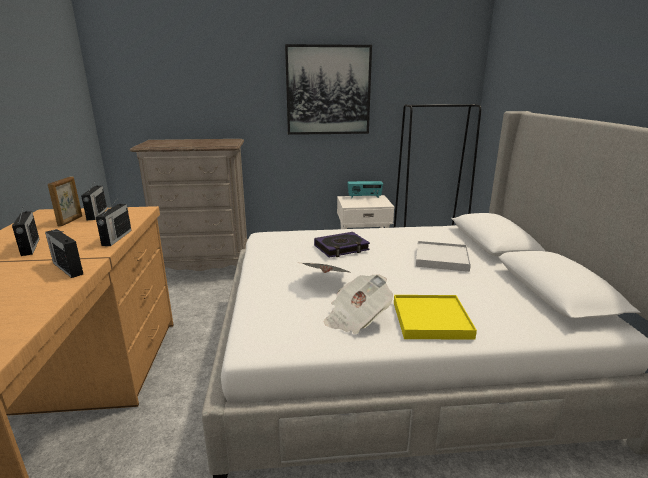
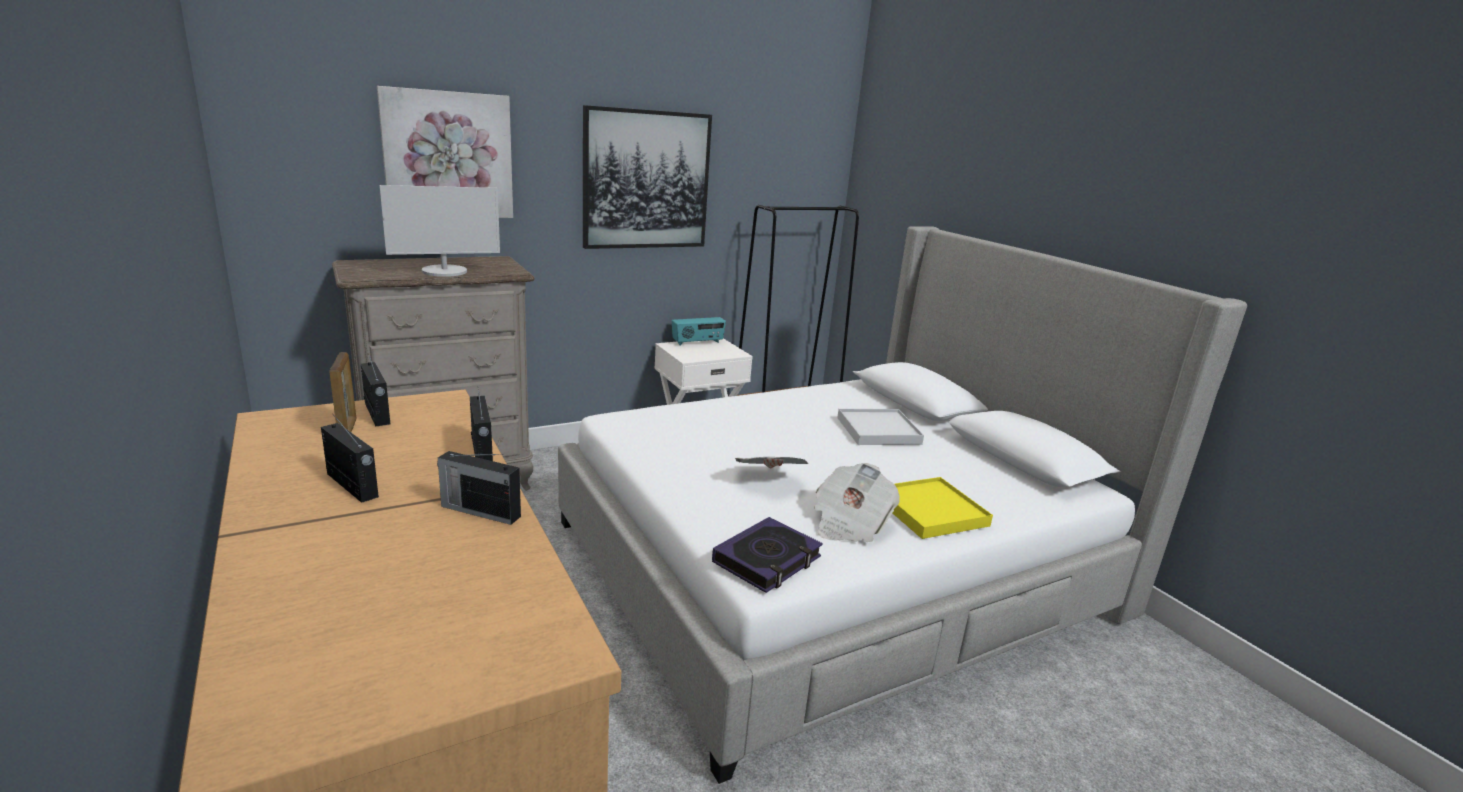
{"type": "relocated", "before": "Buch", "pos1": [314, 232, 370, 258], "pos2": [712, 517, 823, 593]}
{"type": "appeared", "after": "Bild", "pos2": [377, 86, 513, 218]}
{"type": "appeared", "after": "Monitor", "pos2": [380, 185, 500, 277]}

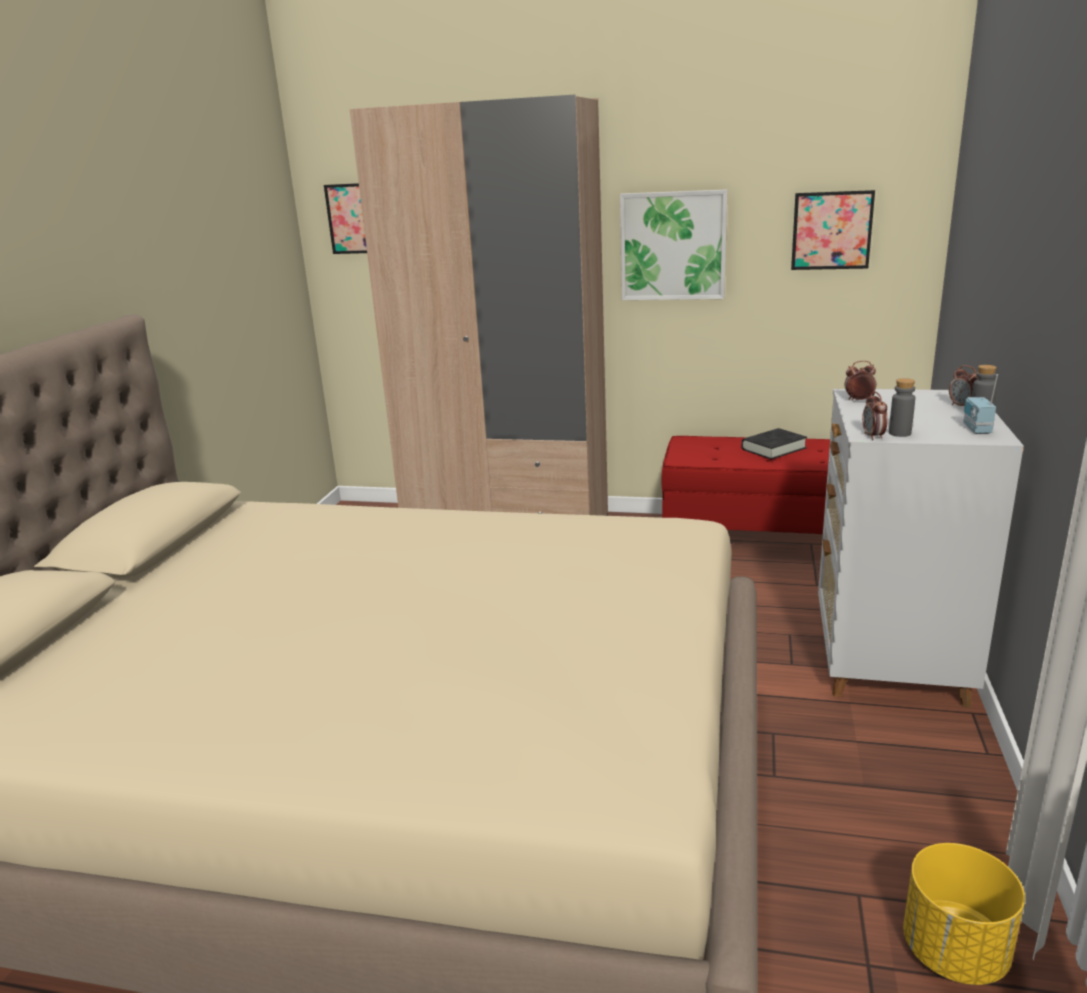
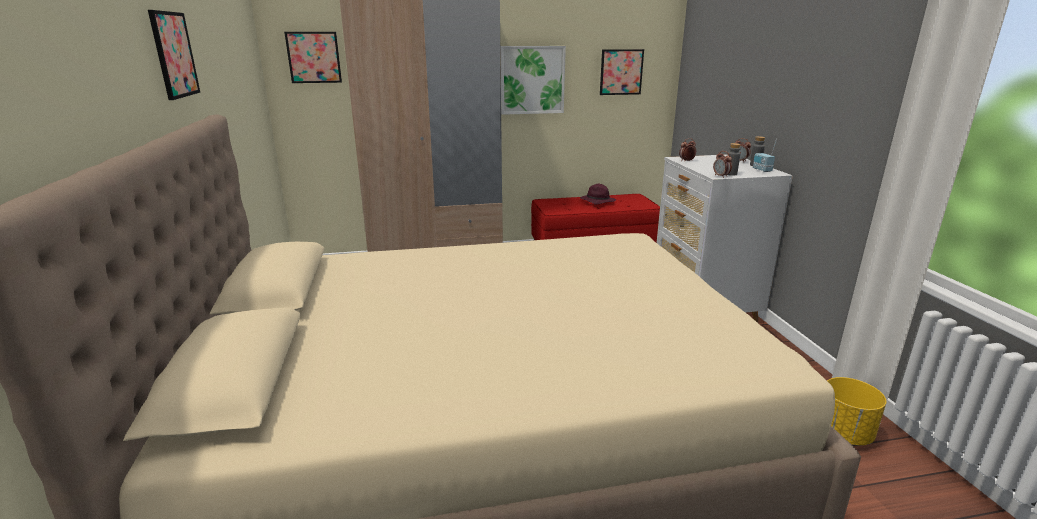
{"type": "exchanged", "before": "Buch/schwarz", "after": "Hut/lila", "pos1": [741, 428, 807, 460], "pos2": [580, 184, 616, 205]}
{"type": "appeared", "after": "Bild", "pos2": [148, 10, 200, 100]}

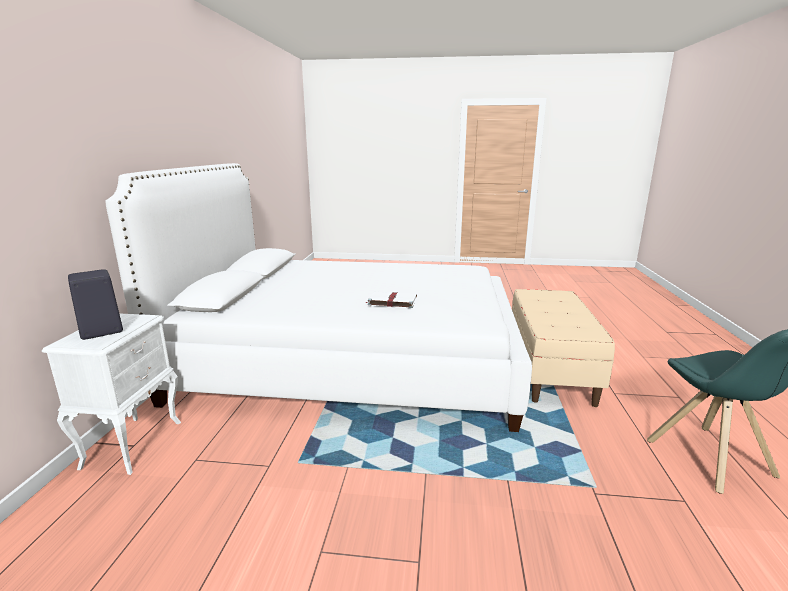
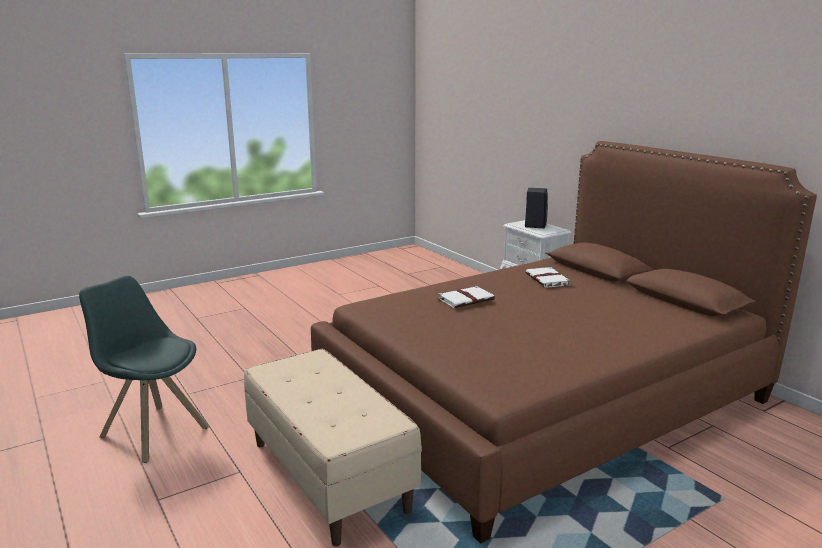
{"type": "colour", "before": "Bett/weiß", "after": "Bett/braun", "pos1": [105, 163, 532, 432], "pos2": [311, 141, 817, 544]}
{"type": "appeared", "after": "Buch/weiß", "pos2": [525, 267, 571, 288]}

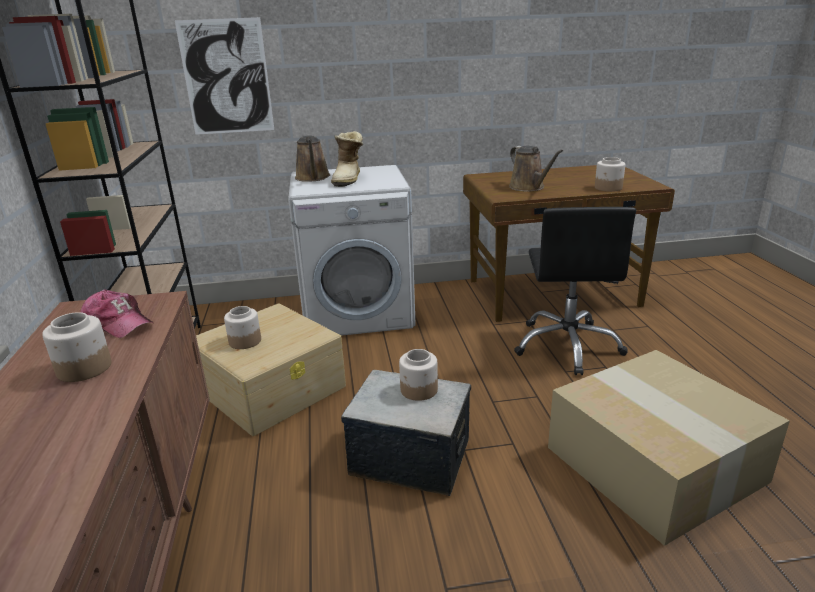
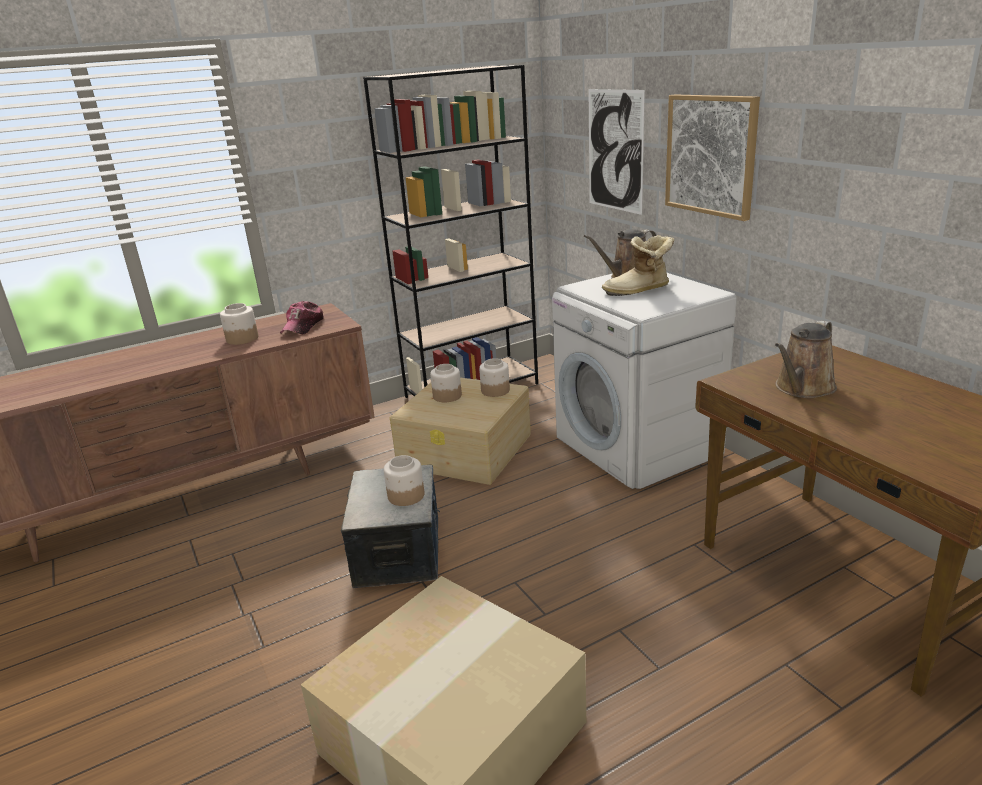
{"type": "relocated", "before": "Vorratsglas", "pos1": [595, 157, 625, 192], "pos2": [479, 358, 510, 397]}
{"type": "missing", "before": "Bürostuhl/schwarz", "pos1": [514, 207, 636, 375]}
{"type": "appeared", "after": "Bild", "pos2": [665, 94, 760, 221]}

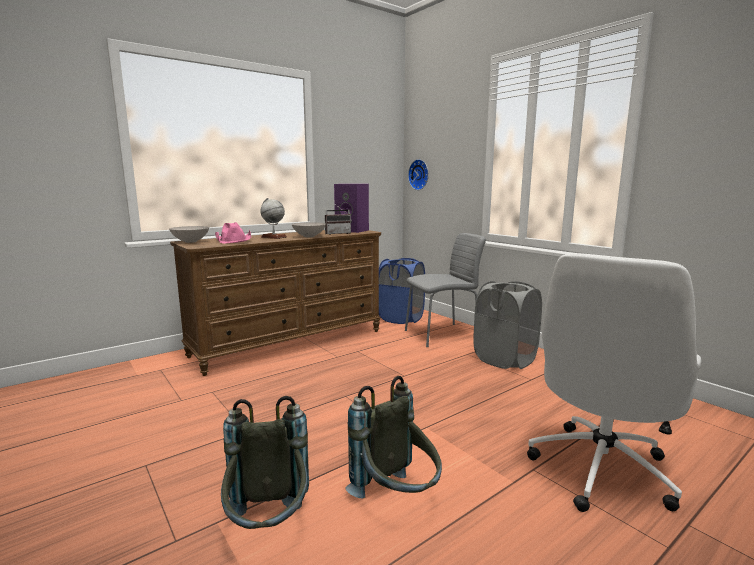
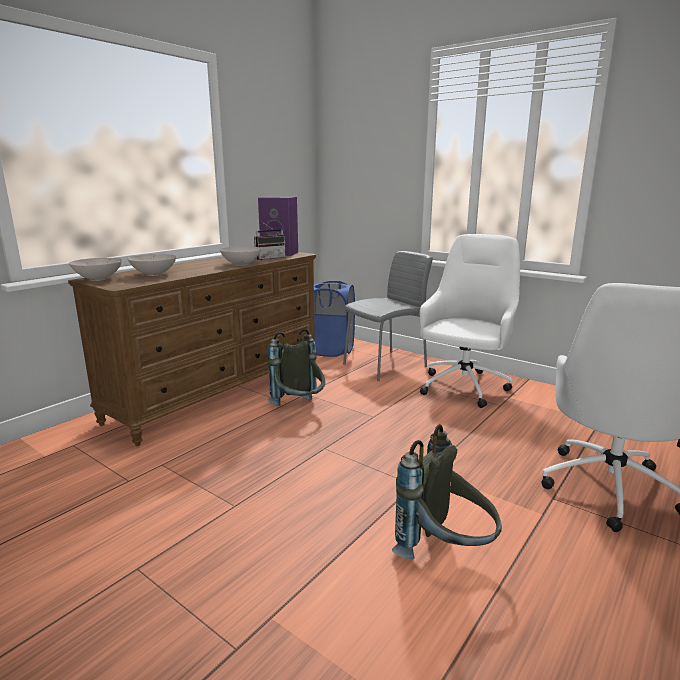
{"type": "missing", "before": "Wanduhr", "pos1": [408, 159, 429, 190]}
{"type": "missing", "before": "Globus", "pos1": [260, 198, 287, 239]}
{"type": "exchanged", "before": "Hut/rosa", "after": "Schüssel/weiß", "pos1": [215, 222, 251, 244], "pos2": [128, 254, 176, 276]}
{"type": "exchanged", "before": "Wäschekorb/grau", "after": "Bürostuhl/weiß", "pos1": [473, 281, 542, 369], "pos2": [420, 234, 520, 408]}
{"type": "relocated", "before": "Rucksack/grau", "pos1": [221, 396, 309, 529], "pos2": [268, 329, 325, 406]}

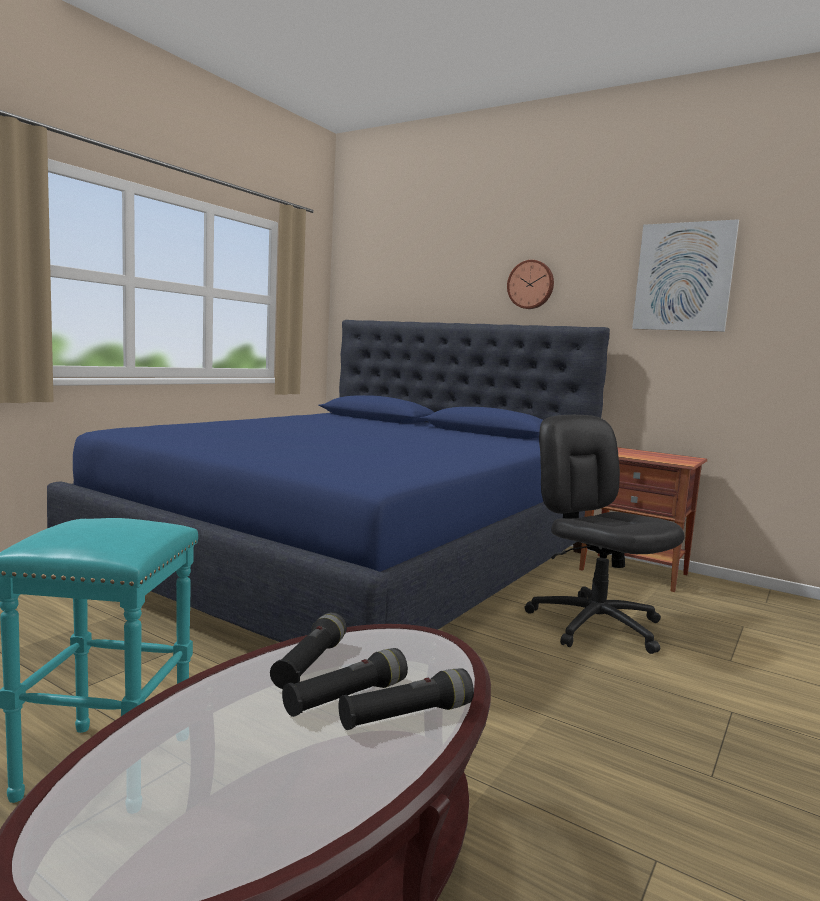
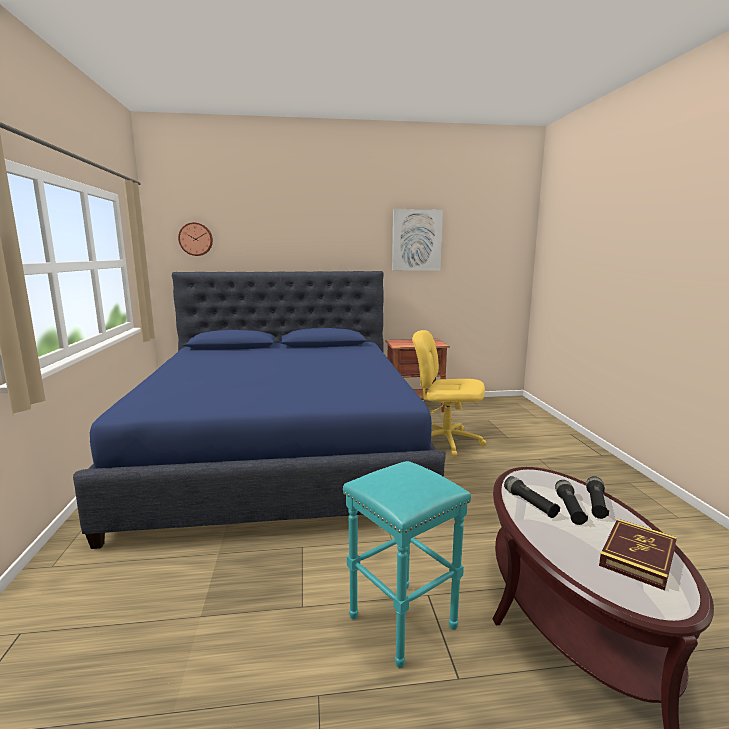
{"type": "relocated", "before": "Wanduhr", "pos1": [507, 260, 554, 309], "pos2": [178, 222, 213, 256]}
{"type": "colour", "before": "Bürostuhl/schwarz", "after": "Bürostuhl/gelb", "pos1": [524, 415, 685, 654], "pos2": [412, 330, 486, 457]}
{"type": "appeared", "after": "Buch", "pos2": [599, 519, 677, 590]}

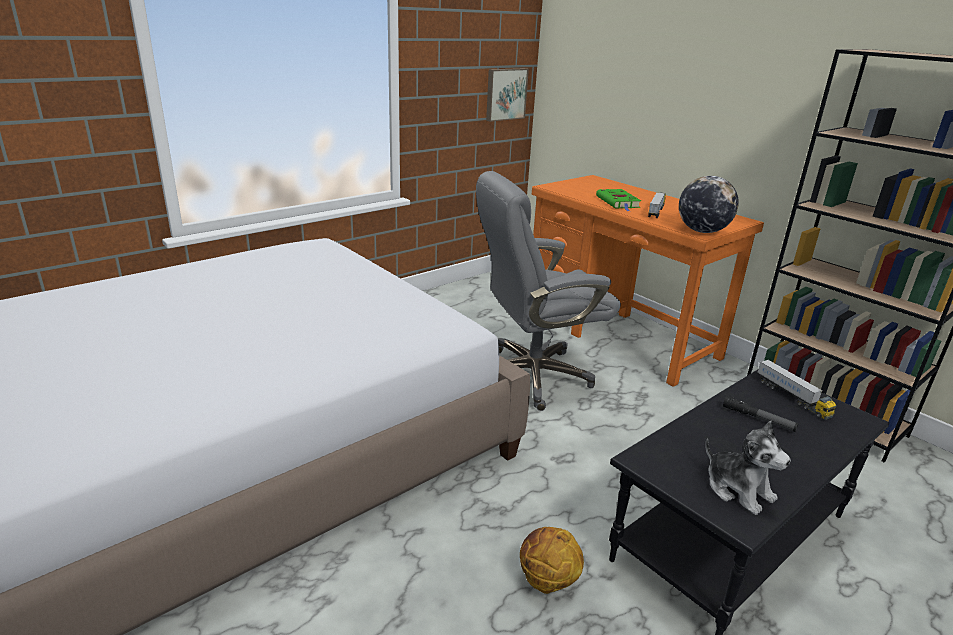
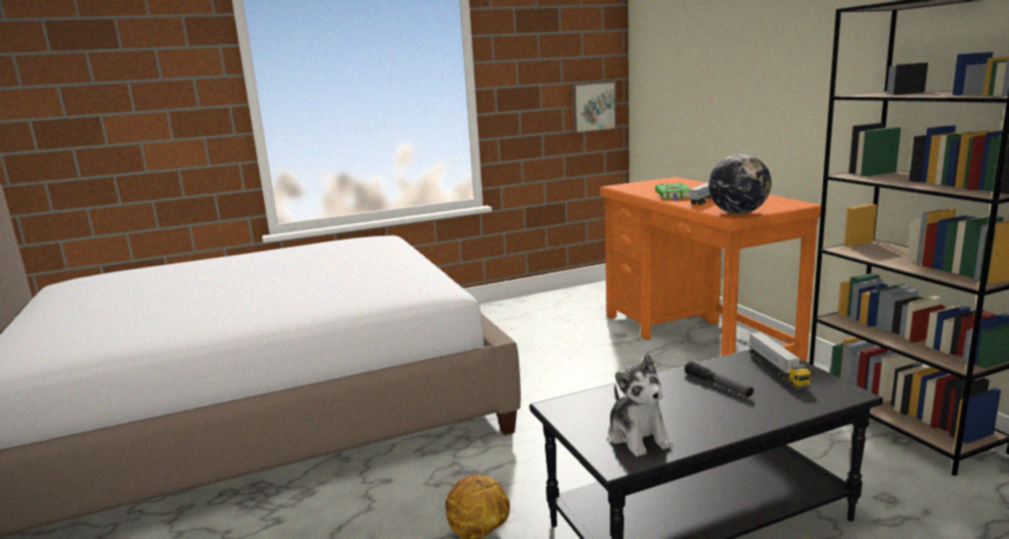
{"type": "missing", "before": "Bürostuhl/grau", "pos1": [476, 171, 621, 411]}

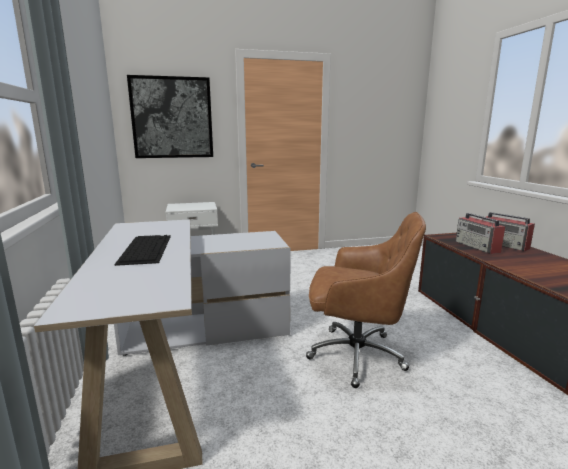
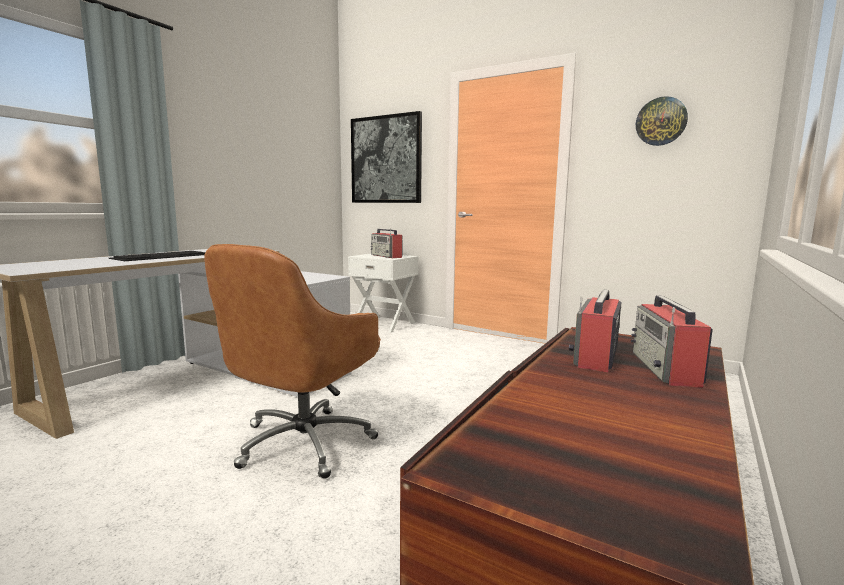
{"type": "spun", "before": "Bürostuhl/braun", "pos1": [306, 212, 426, 388], "pos2": [204, 244, 381, 479], "turn": 60}
{"type": "appeared", "after": "Wanduhr", "pos2": [636, 96, 688, 146]}
{"type": "appeared", "after": "Radio", "pos2": [371, 229, 402, 258]}

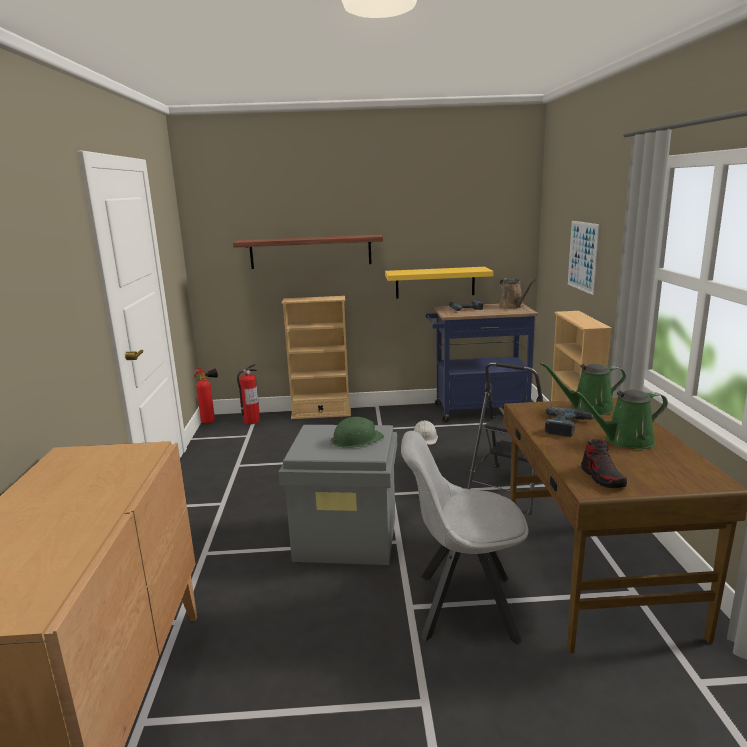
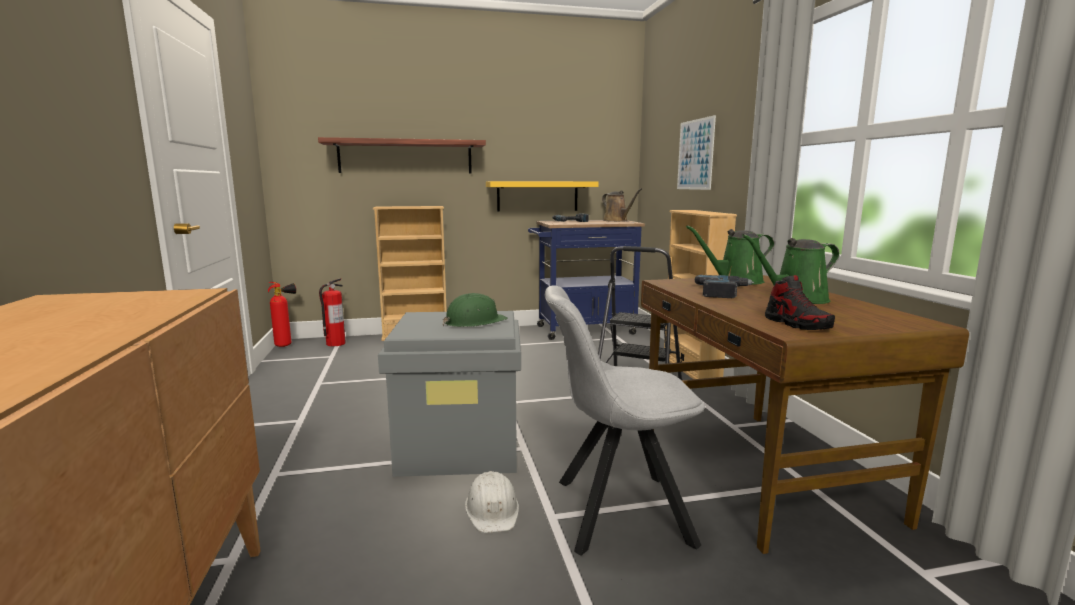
{"type": "relocated", "before": "Schutzhelm/weiß", "pos1": [414, 420, 438, 445], "pos2": [465, 471, 519, 533]}

